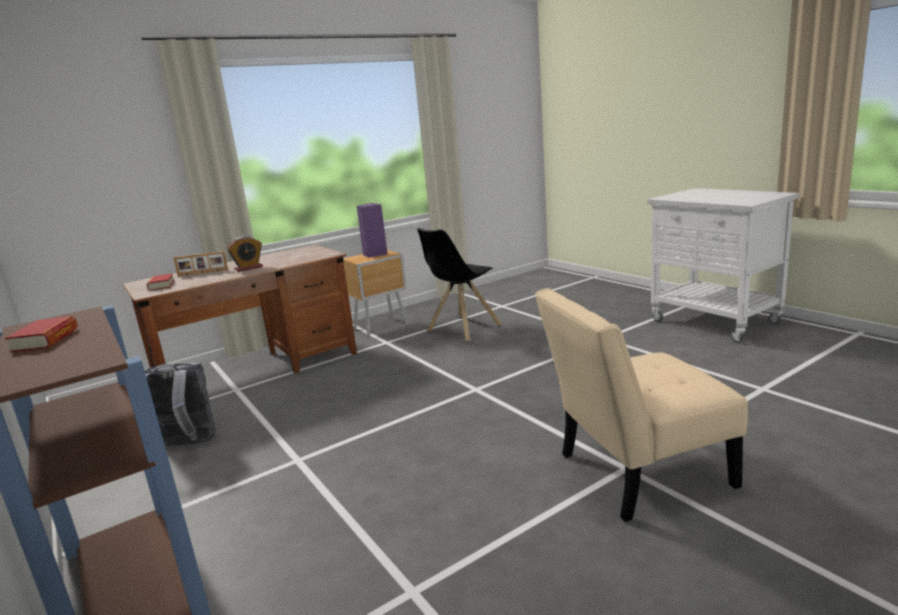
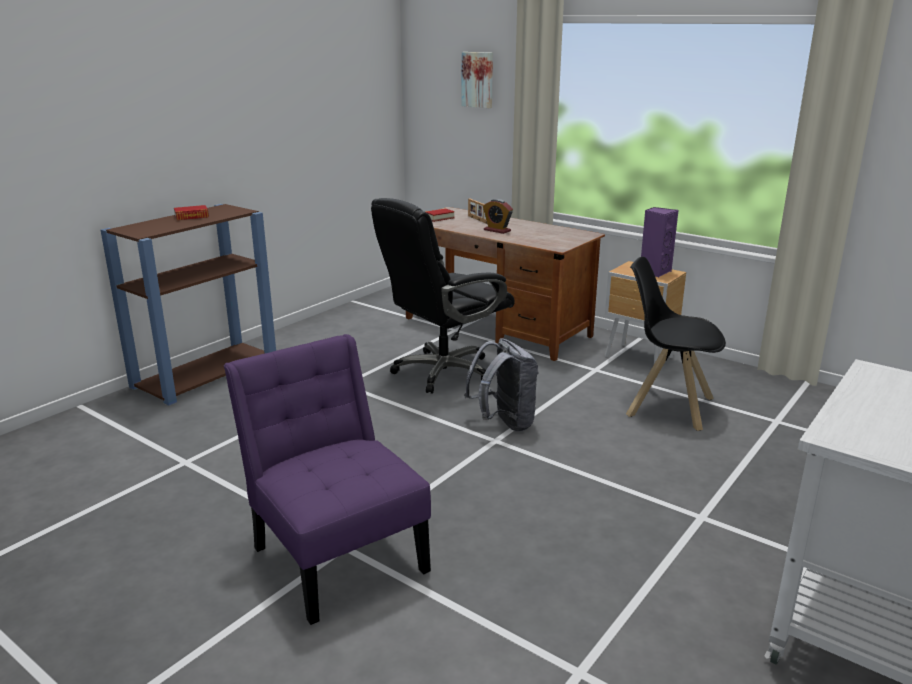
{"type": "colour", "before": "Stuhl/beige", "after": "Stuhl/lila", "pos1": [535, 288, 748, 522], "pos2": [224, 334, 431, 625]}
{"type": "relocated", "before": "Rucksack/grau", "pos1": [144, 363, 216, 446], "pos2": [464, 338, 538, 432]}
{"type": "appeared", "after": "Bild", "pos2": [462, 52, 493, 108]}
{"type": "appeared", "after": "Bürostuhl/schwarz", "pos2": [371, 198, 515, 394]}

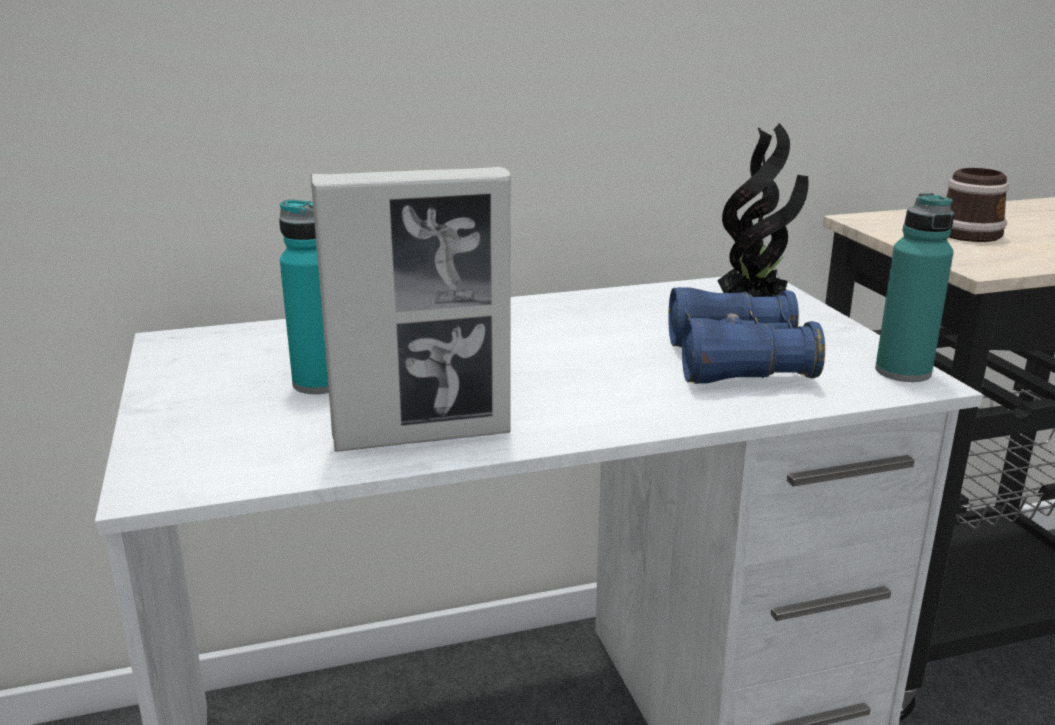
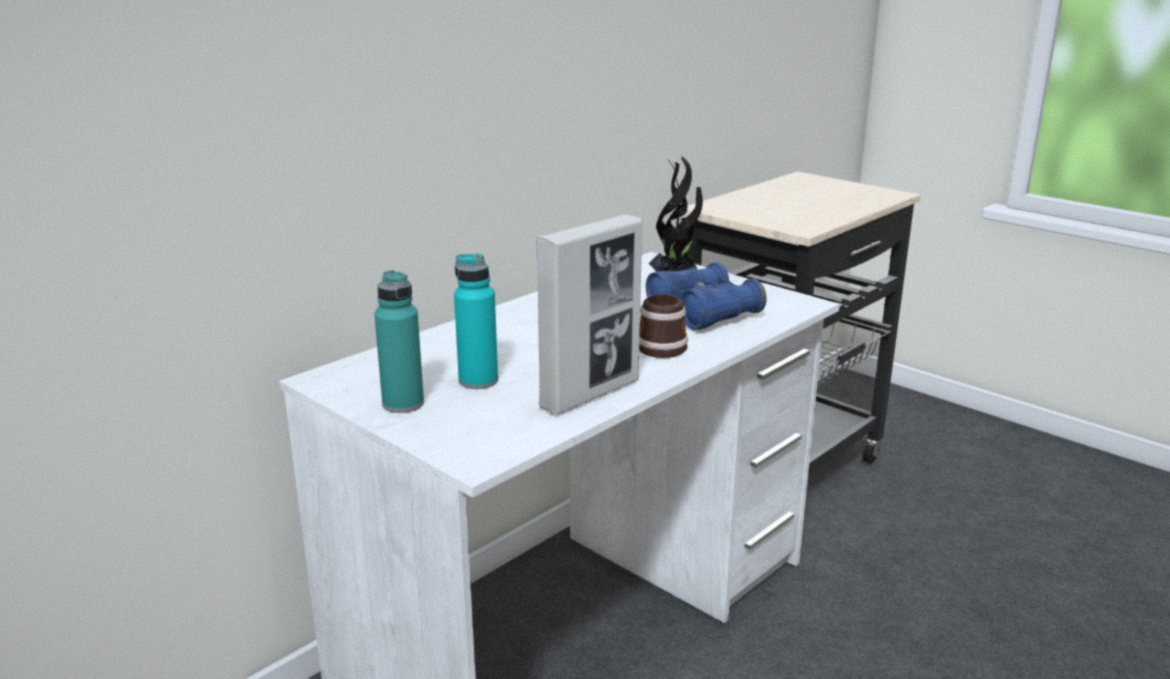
{"type": "relocated", "before": "Henkelbecher", "pos1": [946, 168, 1009, 242], "pos2": [639, 294, 688, 358]}
{"type": "relocated", "before": "Flasche/türkis", "pos1": [875, 193, 954, 382], "pos2": [374, 270, 424, 413]}

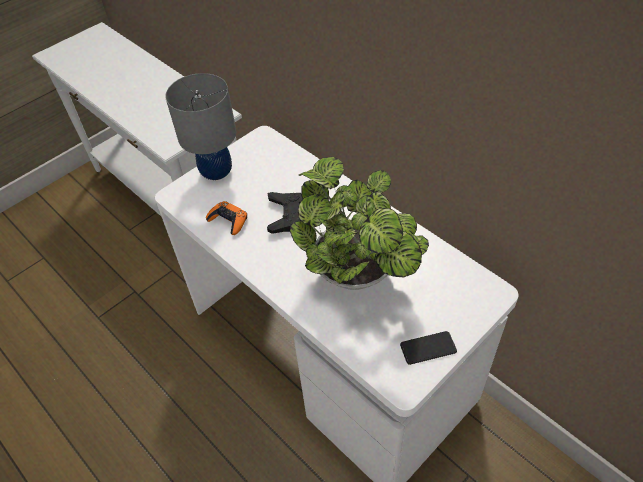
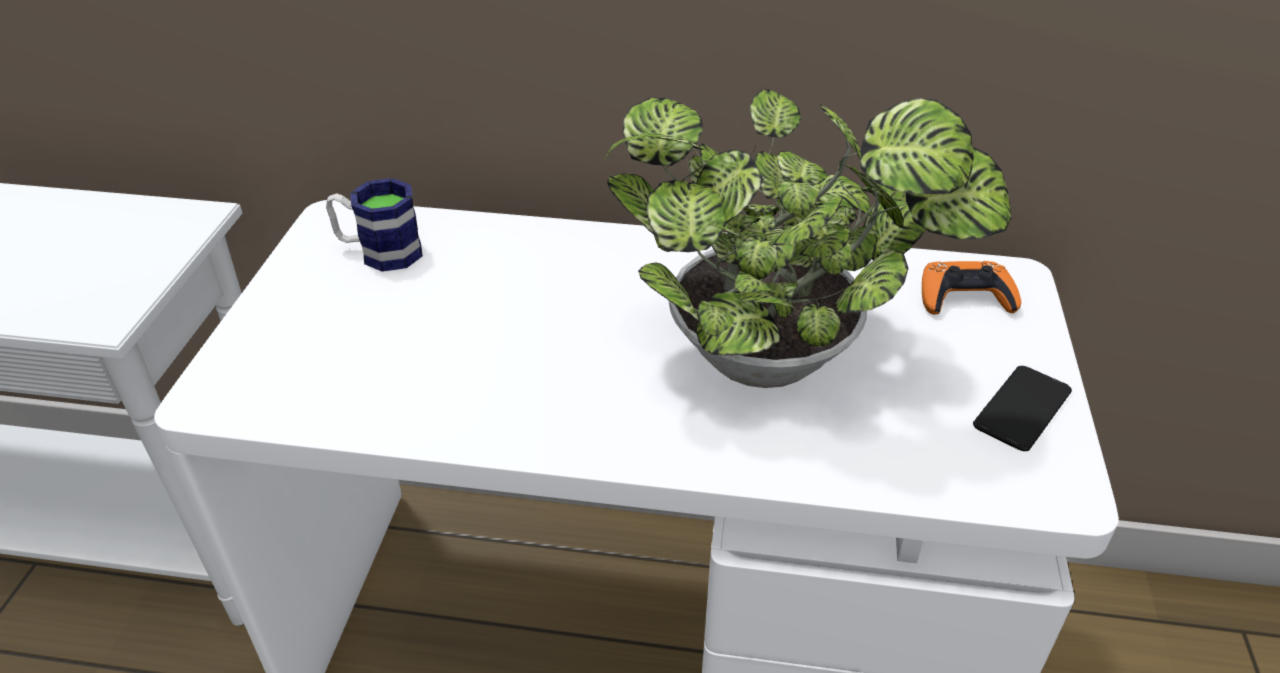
{"type": "missing", "before": "Tischlampe/grau", "pos1": [165, 73, 236, 180]}
{"type": "missing", "before": "Gamepad/schwarz", "pos1": [267, 192, 302, 234]}
{"type": "relocated", "before": "Gamepad/orange", "pos1": [206, 201, 247, 235], "pos2": [922, 261, 1021, 315]}
{"type": "appeared", "after": "Henkelbecher", "pos2": [326, 178, 423, 272]}

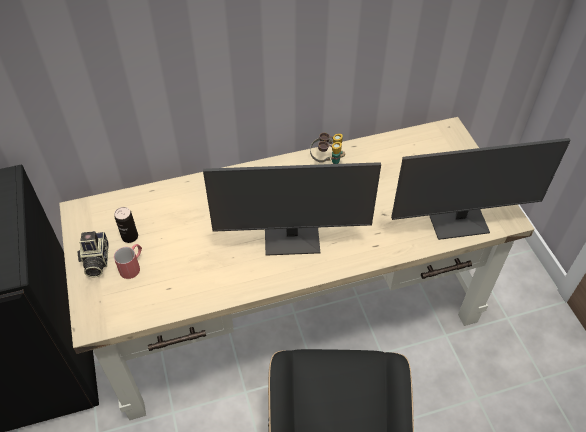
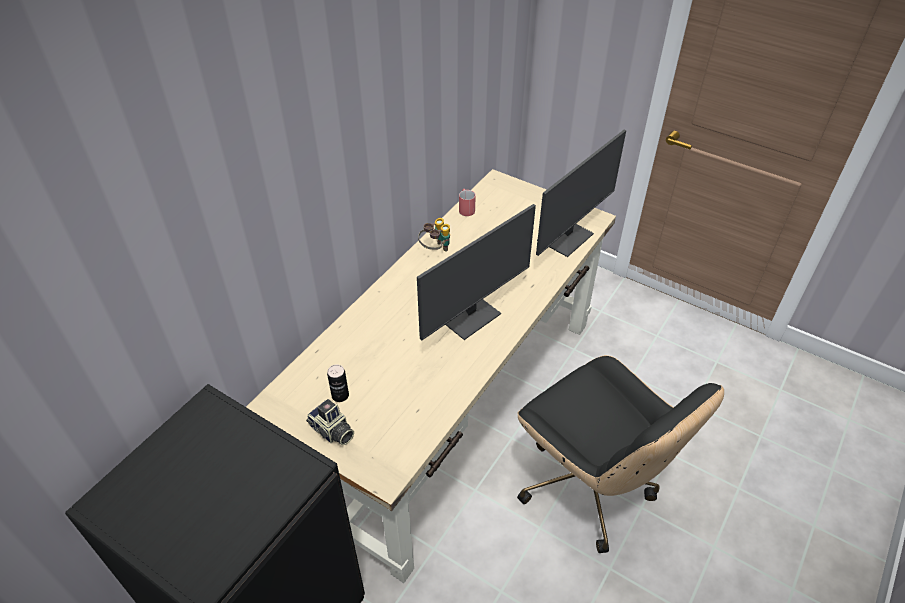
{"type": "relocated", "before": "Henkelbecher/rot", "pos1": [114, 244, 142, 279], "pos2": [459, 189, 476, 216]}

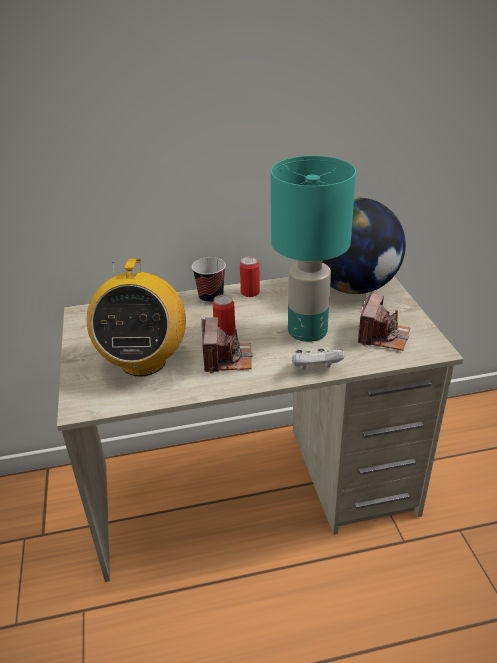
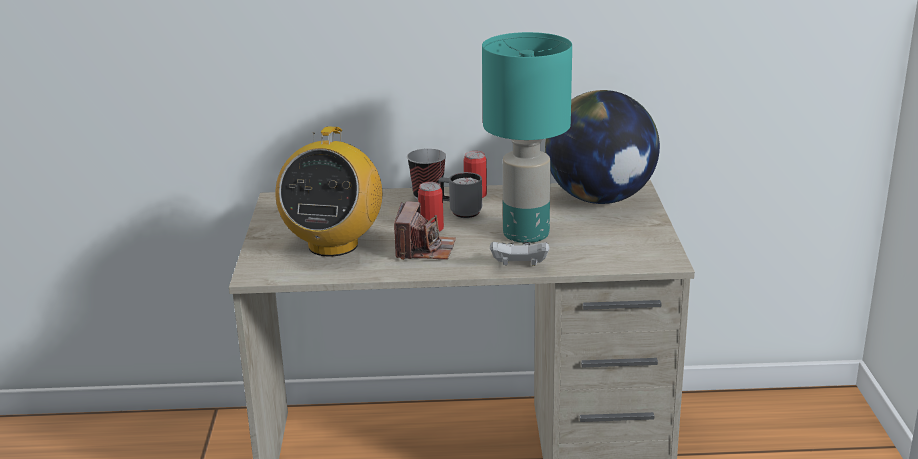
{"type": "missing", "before": "Kamera", "pos1": [358, 293, 410, 351]}
{"type": "appeared", "after": "Henkelbecher/grau", "pos2": [438, 172, 482, 218]}

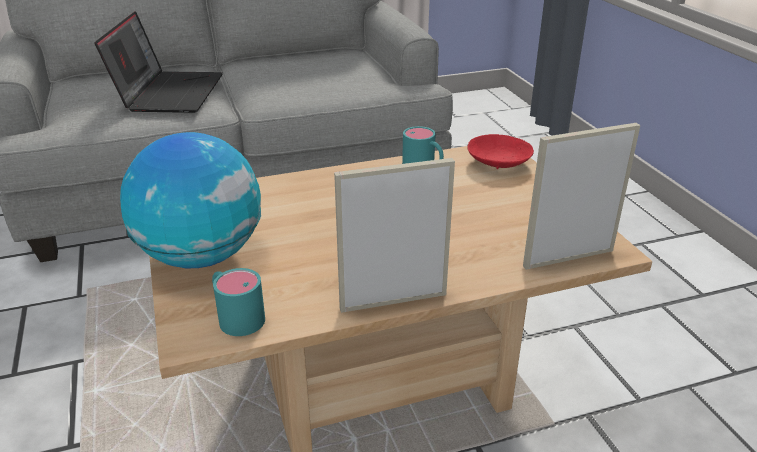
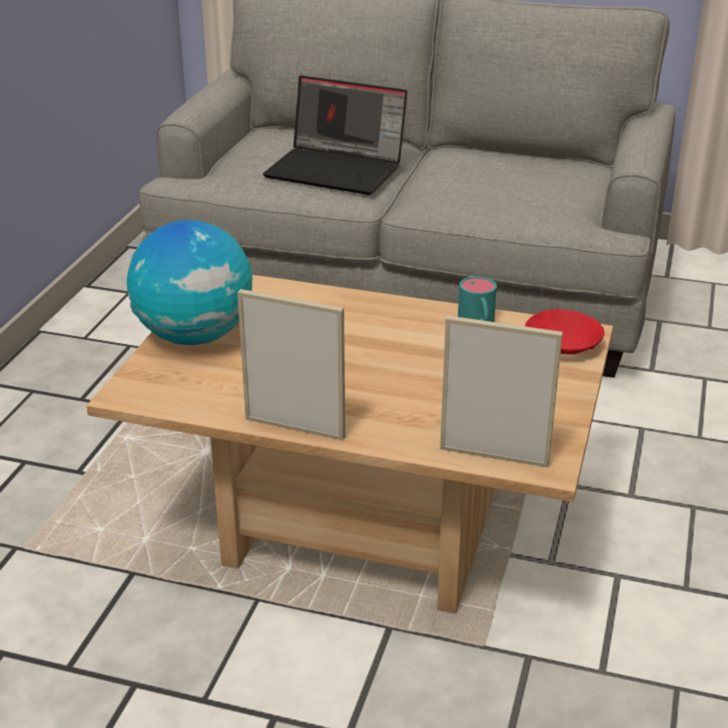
{"type": "spun", "before": "Laptop", "pos1": [94, 11, 223, 113], "pos2": [263, 75, 408, 195], "turn": 75}
{"type": "missing", "before": "Henkelbecher/türkis", "pos1": [212, 268, 265, 336]}

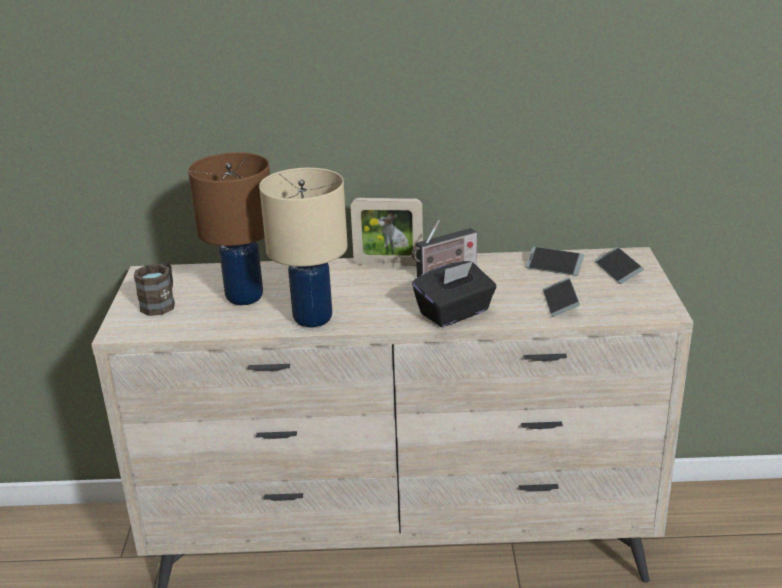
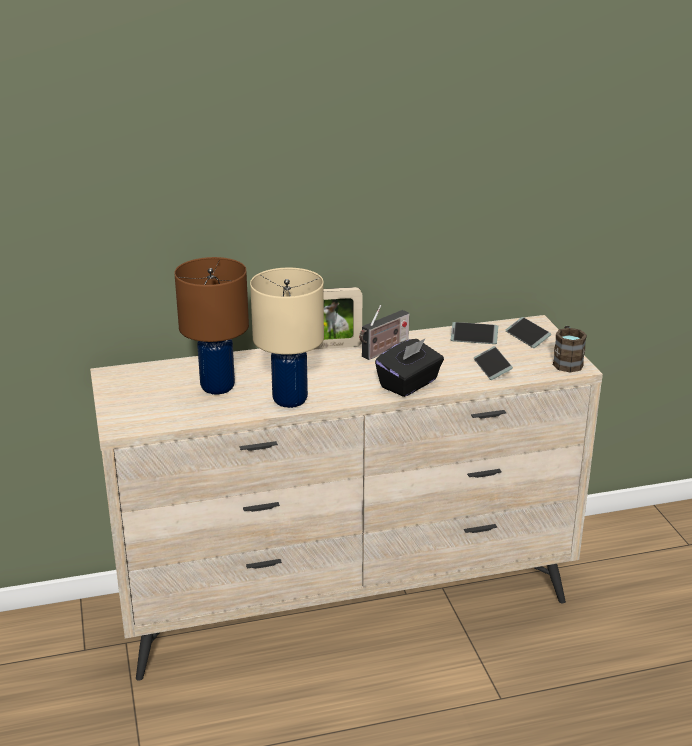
{"type": "relocated", "before": "Henkelbecher/braun", "pos1": [134, 262, 175, 316], "pos2": [553, 326, 587, 372]}

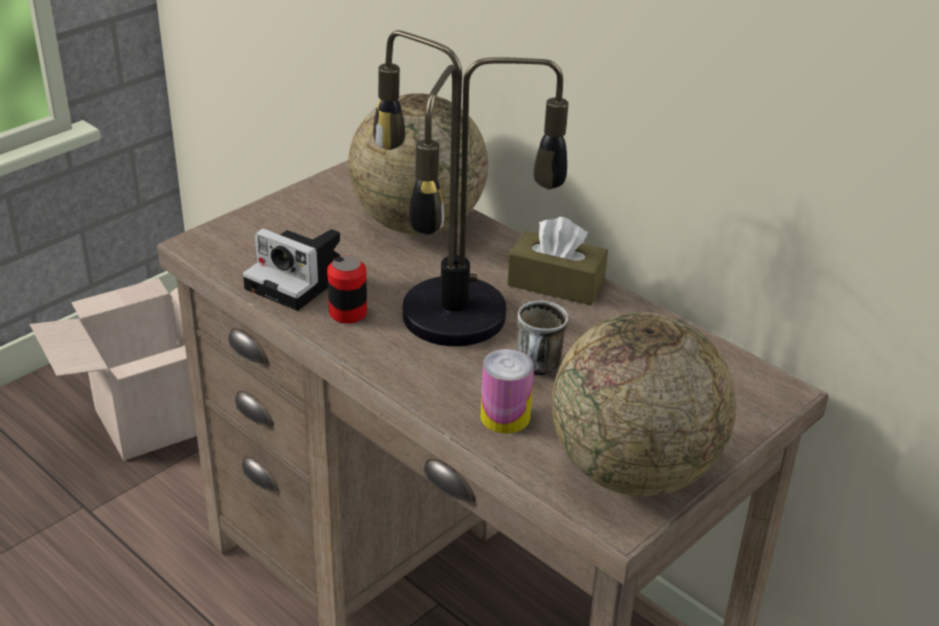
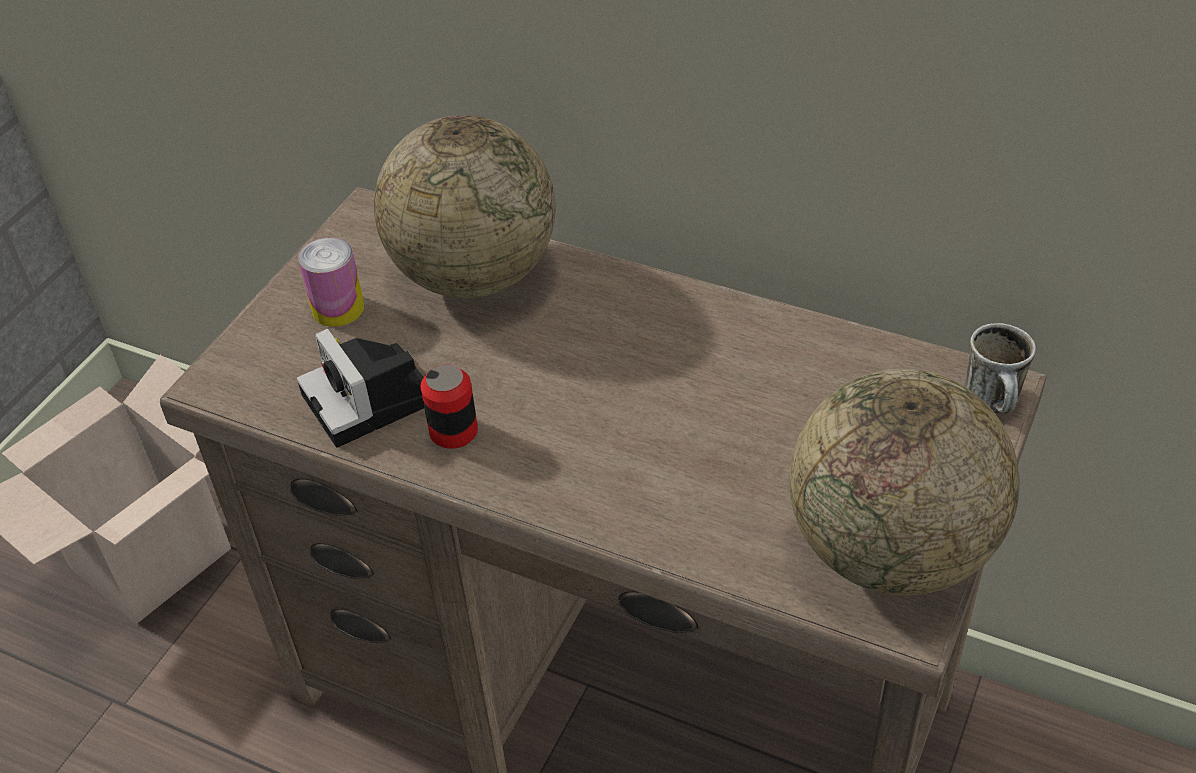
{"type": "missing", "before": "Tischlampe", "pos1": [373, 30, 568, 346]}
{"type": "missing", "before": "Taschentuchbox/braun", "pos1": [507, 217, 608, 305]}
{"type": "spun", "before": "Kamera", "pos1": [243, 228, 341, 311], "pos2": [297, 329, 424, 447], "turn": 45}
{"type": "relocated", "before": "Henkelbecher", "pos1": [517, 301, 569, 375], "pos2": [964, 323, 1036, 413]}
{"type": "relocated", "before": "Dose", "pos1": [481, 349, 534, 434], "pos2": [298, 237, 365, 327]}

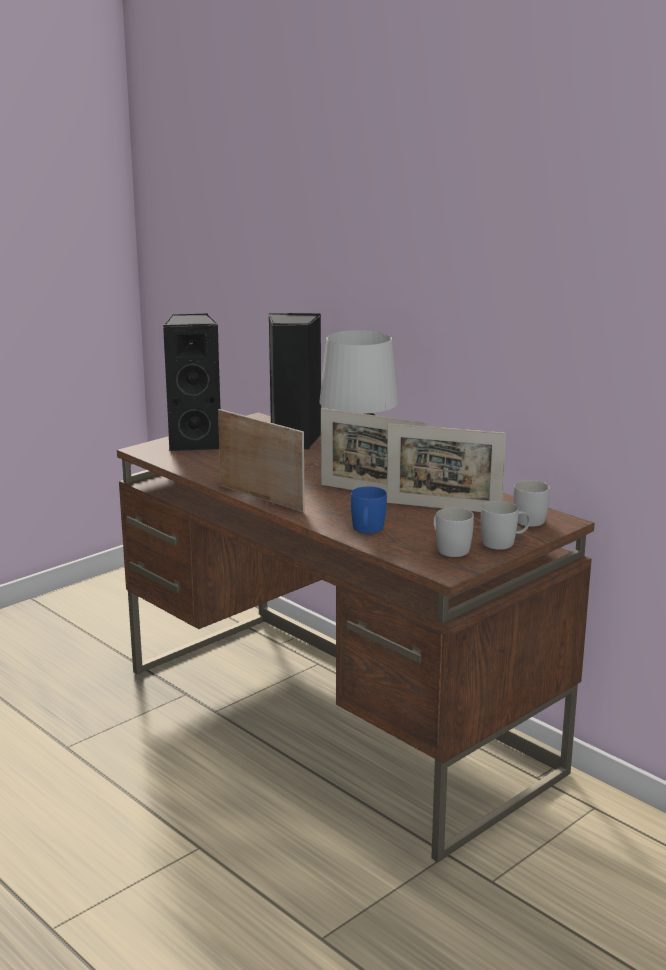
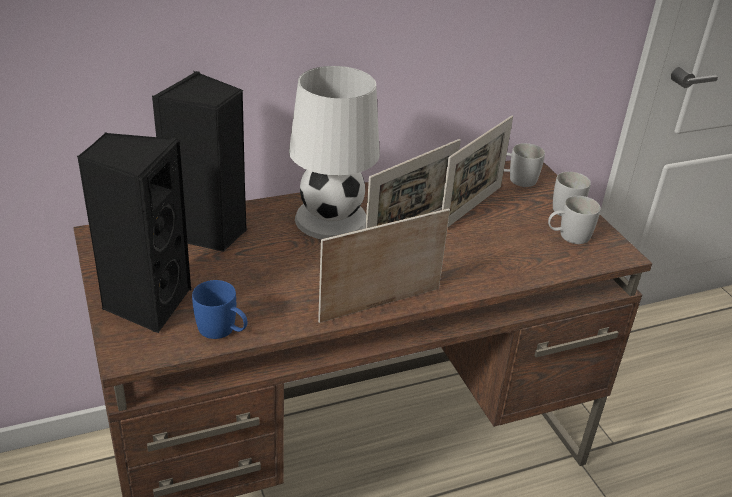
{"type": "relocated", "before": "Henkelbecher/blau", "pos1": [351, 486, 387, 534], "pos2": [192, 280, 247, 339]}

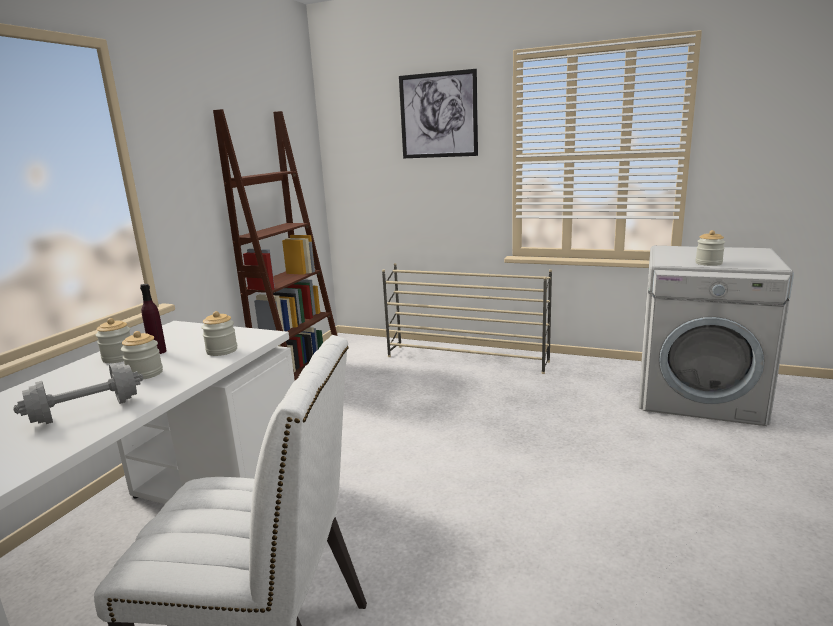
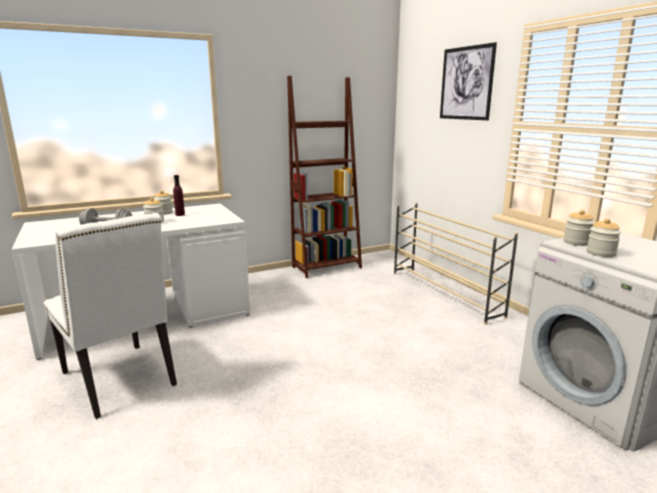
{"type": "relocated", "before": "Vorratsglas", "pos1": [201, 311, 237, 356], "pos2": [563, 210, 595, 246]}

